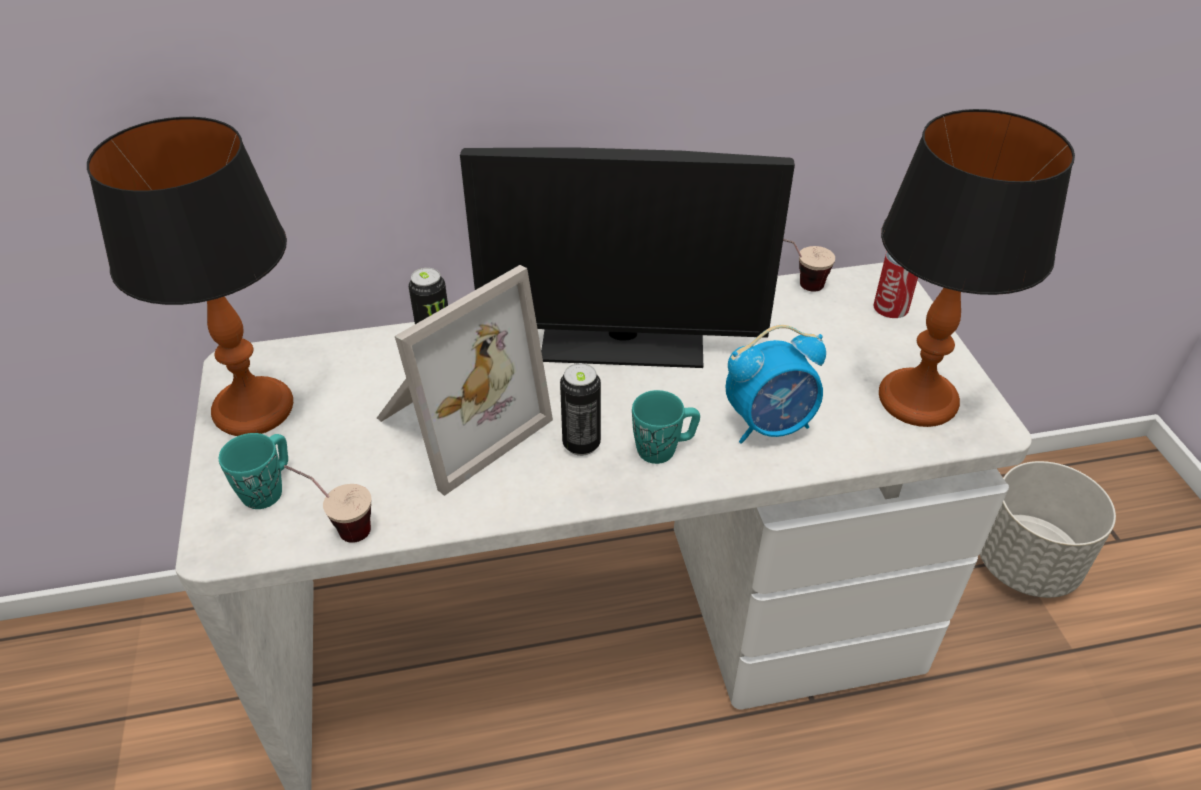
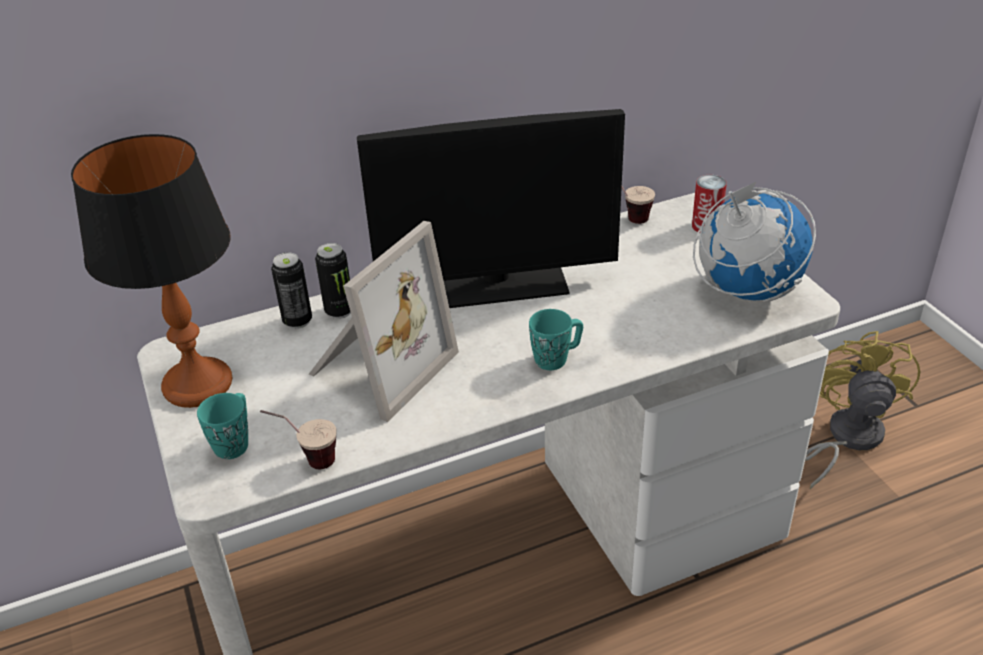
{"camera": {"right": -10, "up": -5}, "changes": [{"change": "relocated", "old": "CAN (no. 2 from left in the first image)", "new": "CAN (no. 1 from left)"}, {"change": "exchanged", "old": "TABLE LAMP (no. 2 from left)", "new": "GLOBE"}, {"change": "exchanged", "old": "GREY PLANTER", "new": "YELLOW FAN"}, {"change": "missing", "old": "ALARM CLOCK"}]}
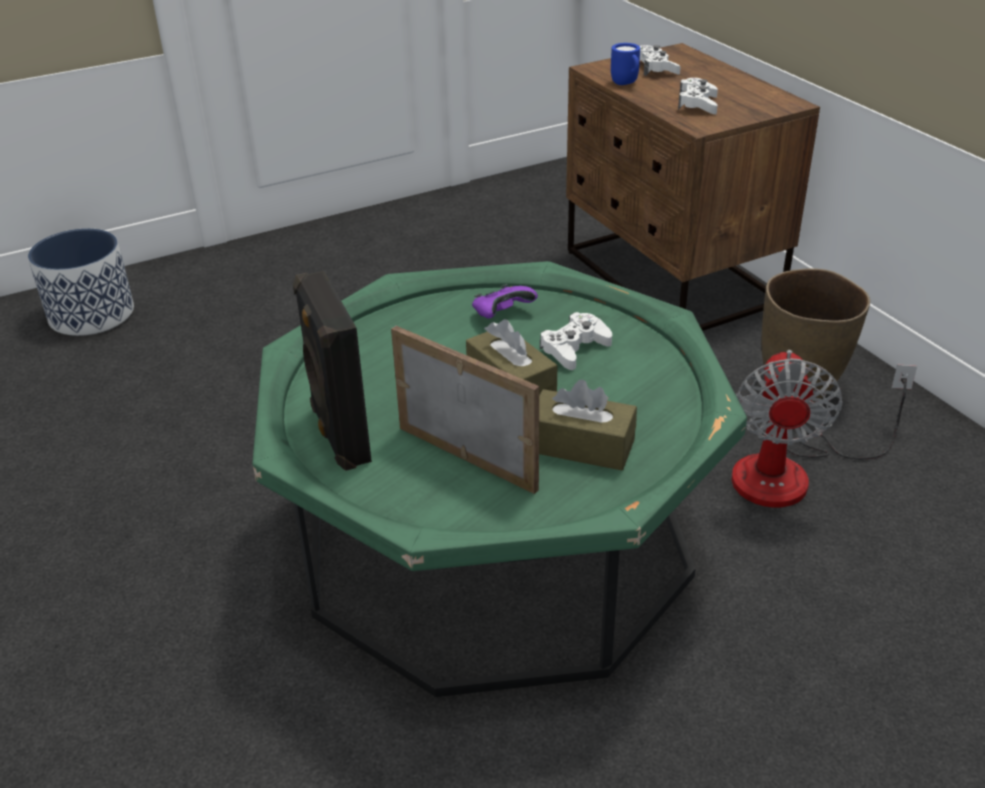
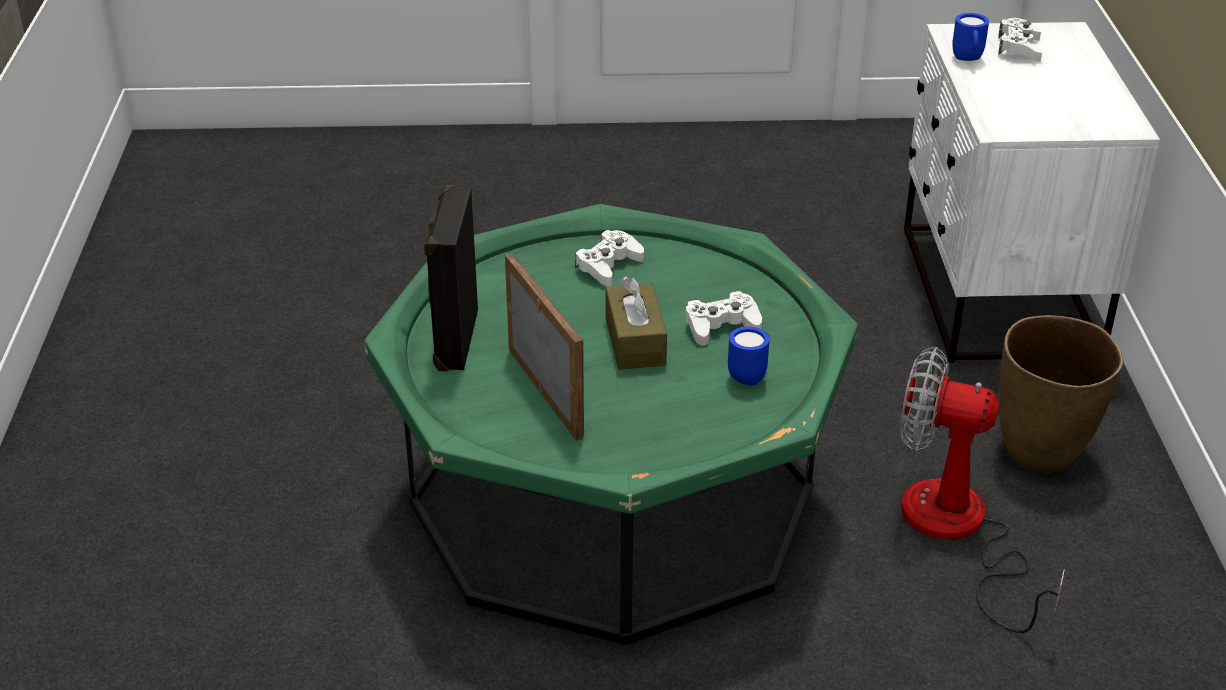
{"camera": {"right": 25, "up": 0}, "changes": [{"change": "relocated", "old": "WHITE GAME CONTROLLER (no. 3 from left in the first image)", "new": "WHITE GAME CONTROLLER (no. 1 from left)"}, {"change": "appeared", "new": "BLUE MUG (no. 1 from left)"}, {"change": "spun", "old": "FAN", "degrees": 75}, {"change": "colour", "old": "BROWN NIGHTSTAND", "new": "WHITE NIGHTSTAND"}, {"change": "missing", "old": "PLANTER"}, {"change": "missing", "old": "PURPLE GAME CONTROLLER"}, {"change": "missing", "old": "BROWN TISSUE BOX (no. 2 from left)"}]}
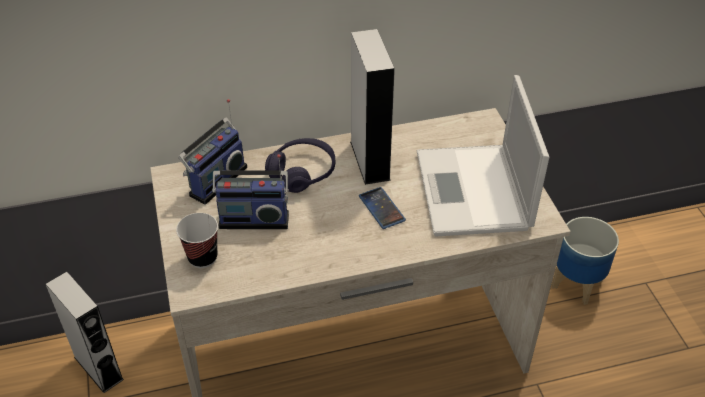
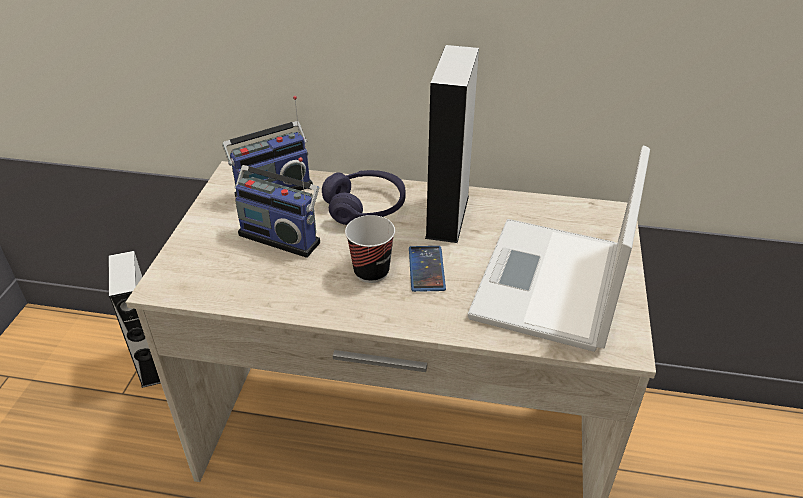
{"camera": {"right": 25, "up": -5}, "changes": [{"change": "relocated", "old": "CUP"}, {"change": "missing", "old": "PLANTER"}]}
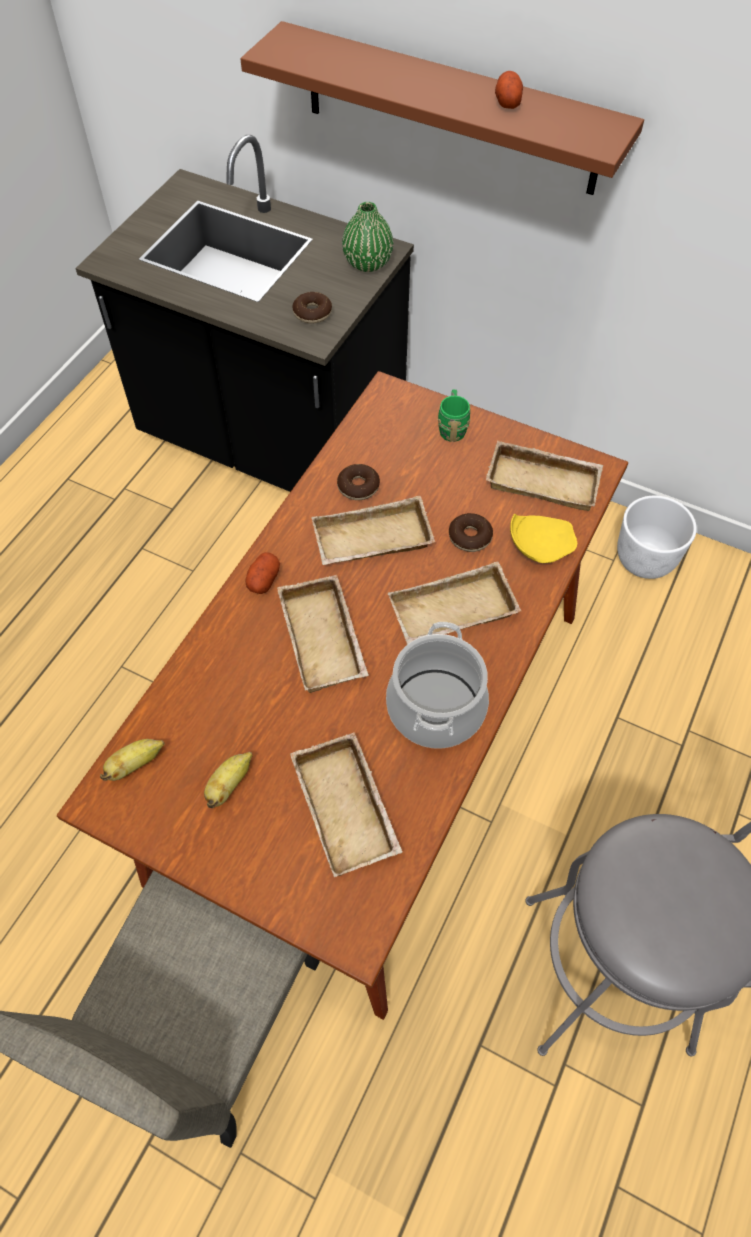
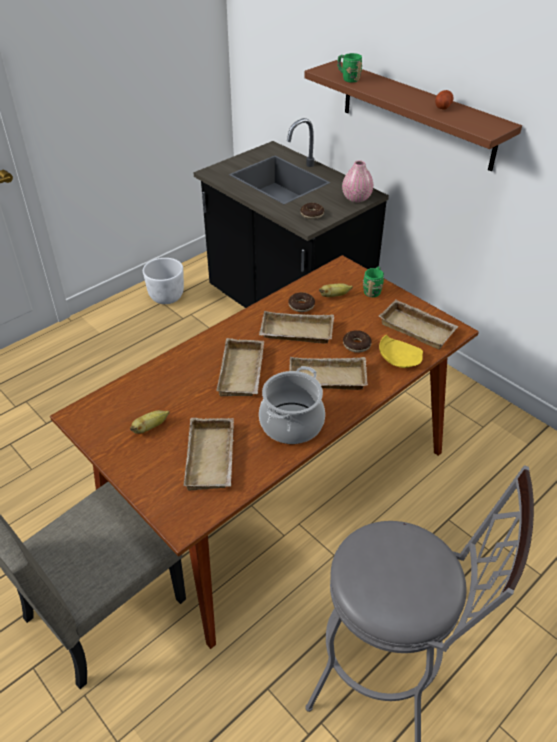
{"camera": {"right": 20, "up": -15}, "changes": [{"change": "relocated", "old": "WHITE PLANTER"}, {"change": "relocated", "old": "BANANA (no. 1 from left in the first image)", "new": "BANANA (no. 2 from left)"}, {"change": "appeared", "new": "GREEN MUG (no. 1 from left)"}, {"change": "colour", "old": "GREEN VASE", "new": "PINK VASE"}, {"change": "missing", "old": "POTATO (no. 1 from left)"}]}
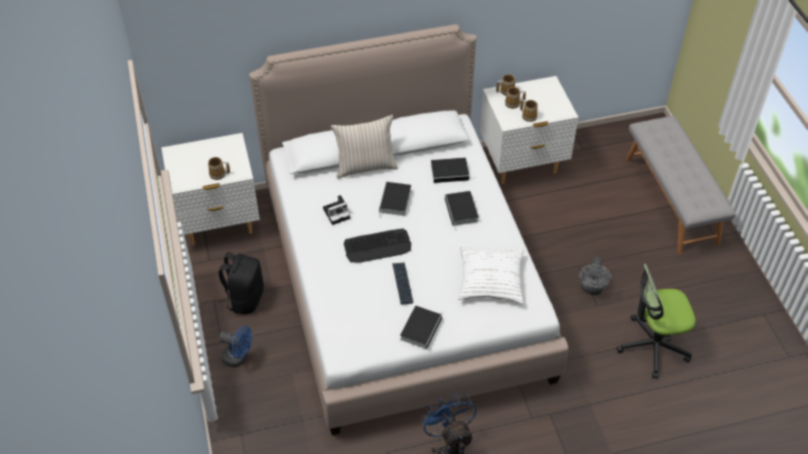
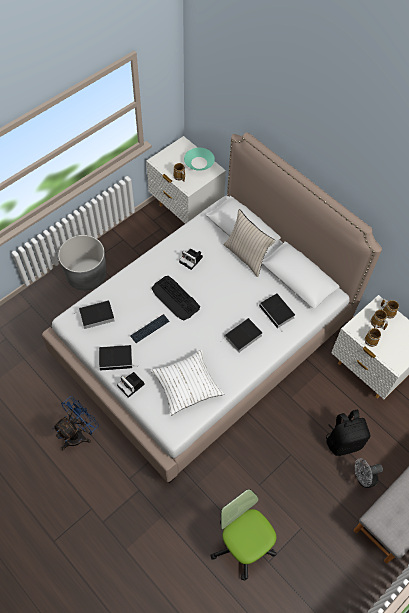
{"camera": {"right": 60, "up": 10}, "changes": [{"change": "exchanged", "old": "BLUE FAN (no. 1 from left)", "new": "GREY PLANTER"}, {"change": "relocated", "old": "BOOK (no. 1 from left)"}, {"change": "appeared", "new": "PHOTO CAMERA (no. 1 from left)"}, {"change": "appeared", "new": "TURQUOISE BOWL"}, {"change": "relocated", "old": "BLACK BACKPACK"}, {"change": "relocated", "old": "GREY FAN"}]}
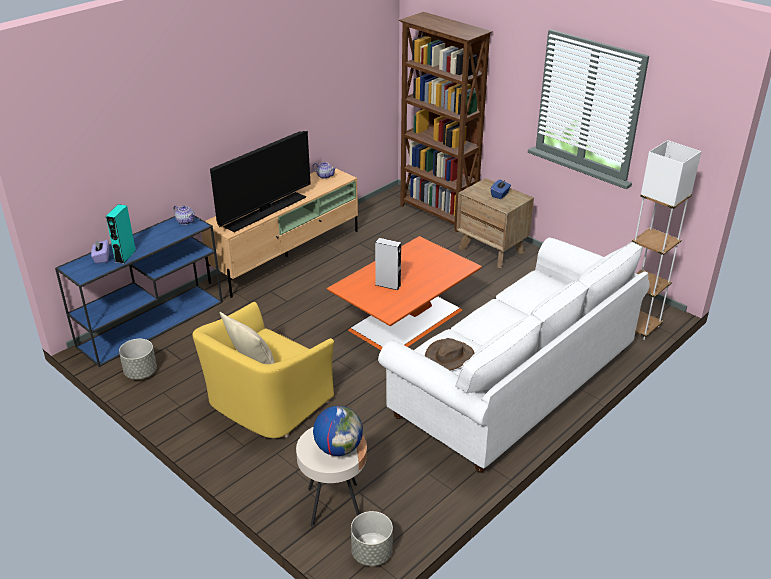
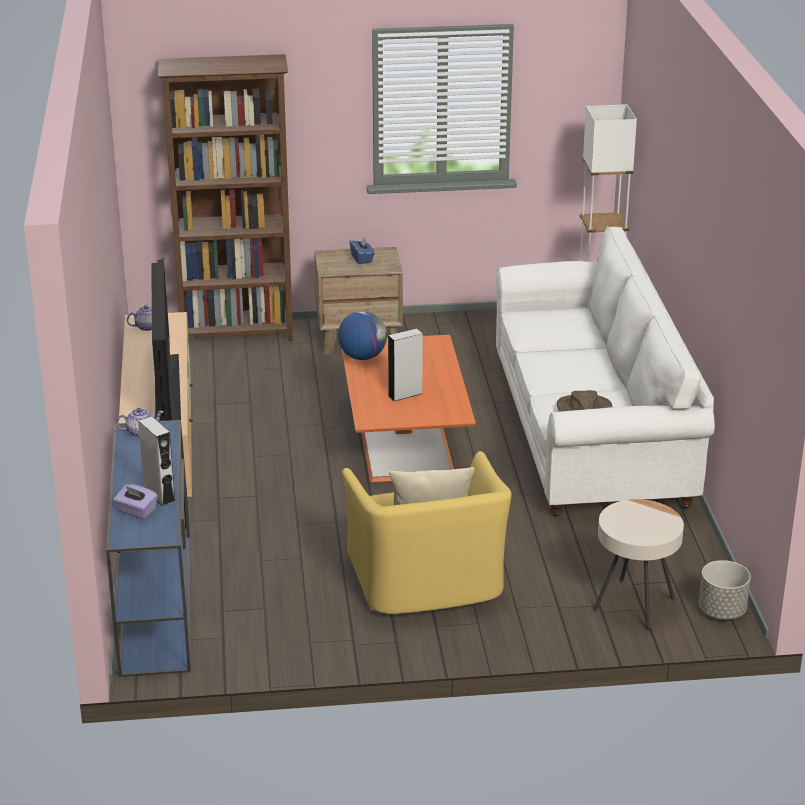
{"camera": {"right": -50, "up": -5}, "changes": [{"change": "colour", "old": "TURQUOISE SPEAKER", "new": "GREY SPEAKER (no. 1 from left)"}, {"change": "relocated", "old": "GLOBE"}, {"change": "missing", "old": "GREY PLANTER (no. 1 from left)"}]}
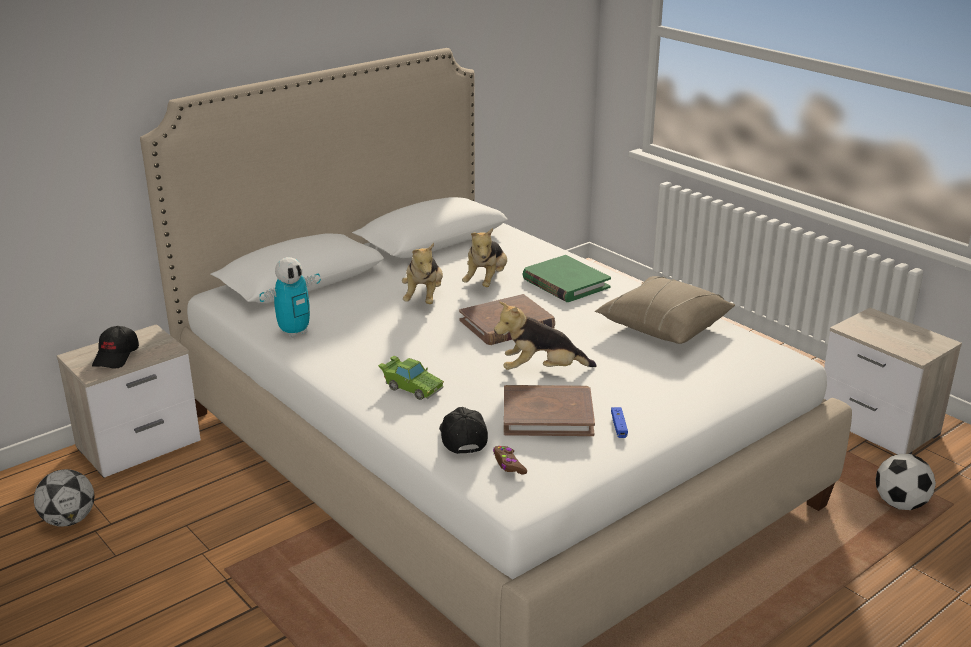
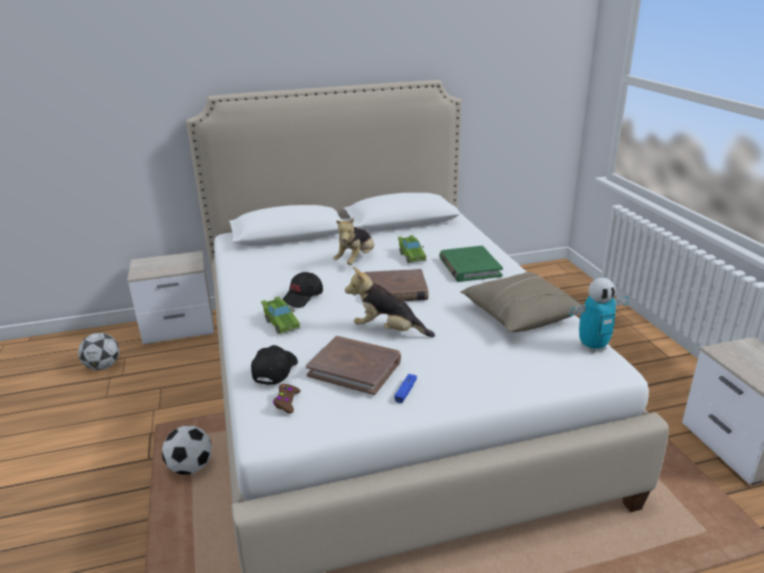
{"camera": {"right": 25, "up": 0}, "changes": [{"change": "relocated", "old": "FOOTBALL (no. 2 from left)"}, {"change": "relocated", "old": "BLACK CAP (no. 1 from left in the first image)", "new": "BLACK CAP (no. 2 from left)"}, {"change": "exchanged", "old": "PLUSH TOY (no. 2 from left)", "new": "GREEN TOY CAR (no. 2 from left)"}, {"change": "relocated", "old": "TOY ROBOT"}]}
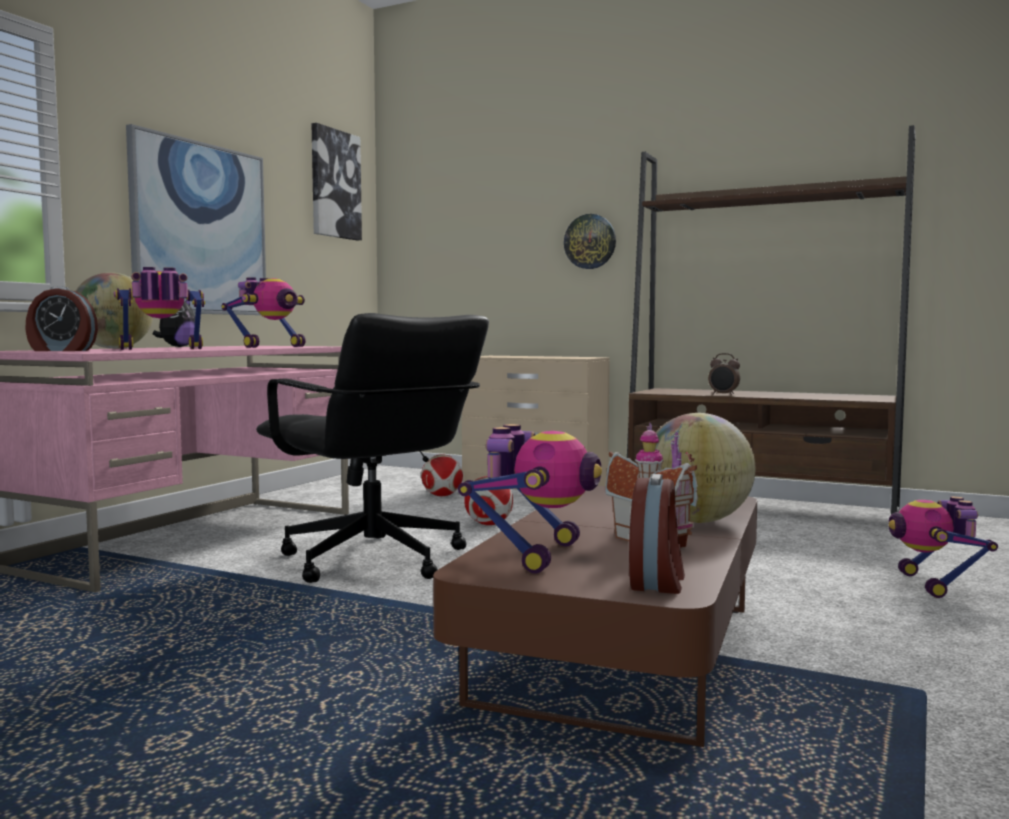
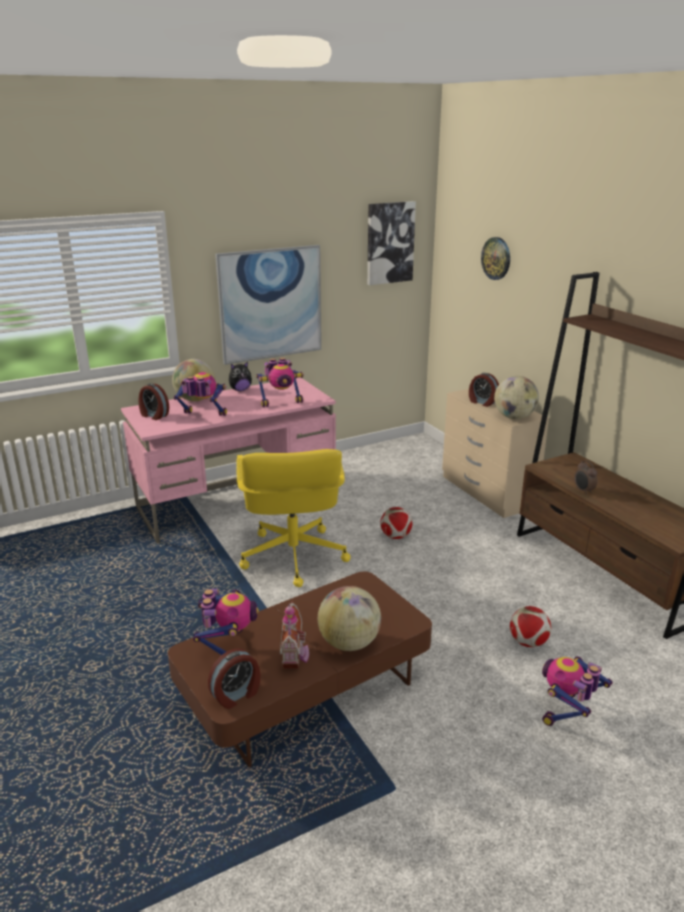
{"camera": {"right": 35, "up": 20}, "changes": [{"change": "spun", "old": "TOY ROBOT (no. 3 from left in the first image)", "degrees": -60}, {"change": "colour", "old": "BLACK OFFICE CHAIR", "new": "YELLOW OFFICE CHAIR"}, {"change": "appeared", "new": "ALARM CLOCK (no. 3 from left)"}, {"change": "relocated", "old": "WALL CLOCK"}, {"change": "appeared", "new": "GLOBE (no. 3 from left)"}, {"change": "relocated", "old": "FOOTBALL (no. 1 from left in the first image)", "new": "FOOTBALL (no. 2 from left)"}]}
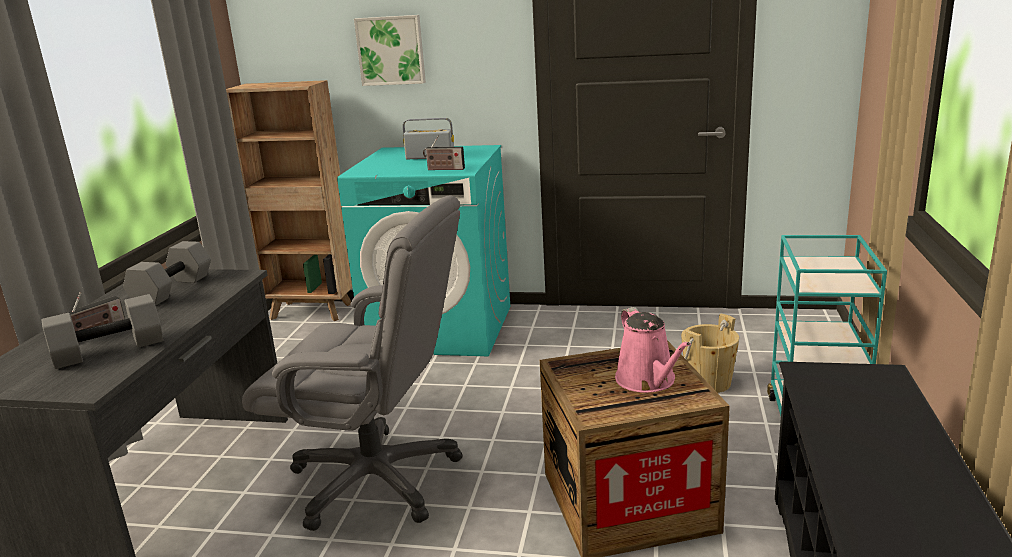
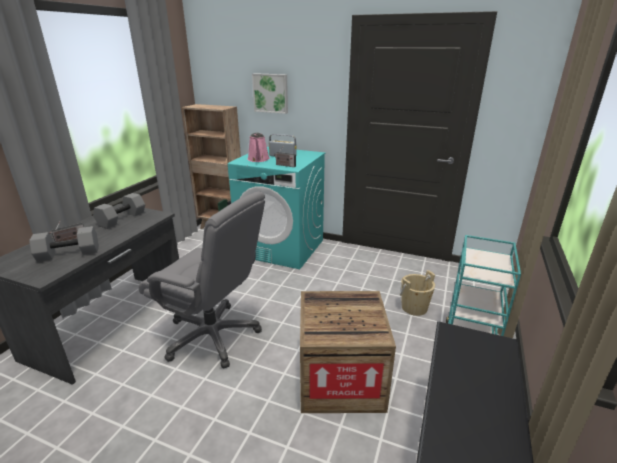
{"camera": {"right": 10, "up": 5}, "changes": [{"change": "relocated", "old": "PINK WATERING CAN"}]}
